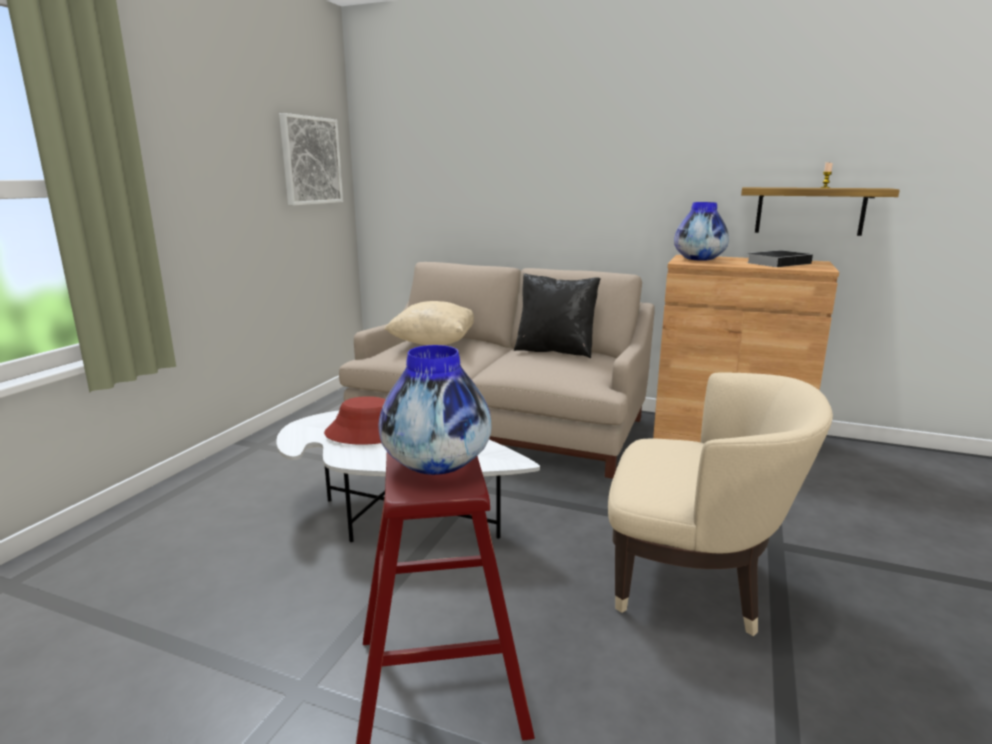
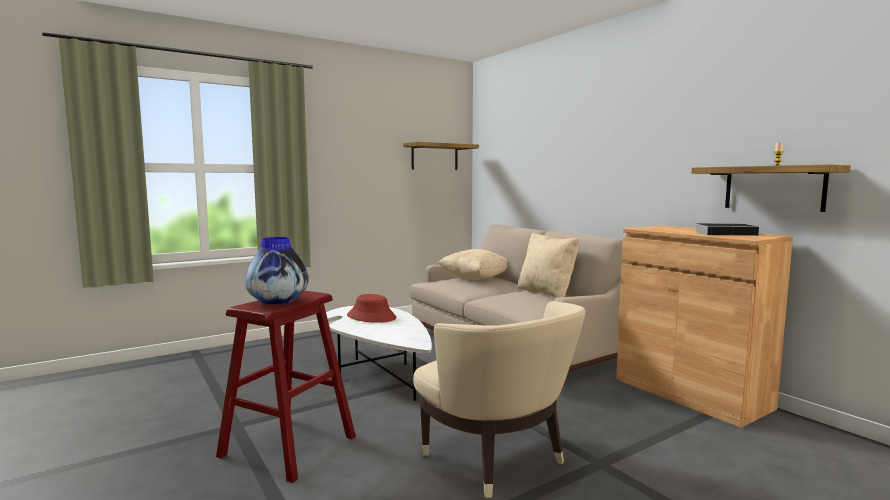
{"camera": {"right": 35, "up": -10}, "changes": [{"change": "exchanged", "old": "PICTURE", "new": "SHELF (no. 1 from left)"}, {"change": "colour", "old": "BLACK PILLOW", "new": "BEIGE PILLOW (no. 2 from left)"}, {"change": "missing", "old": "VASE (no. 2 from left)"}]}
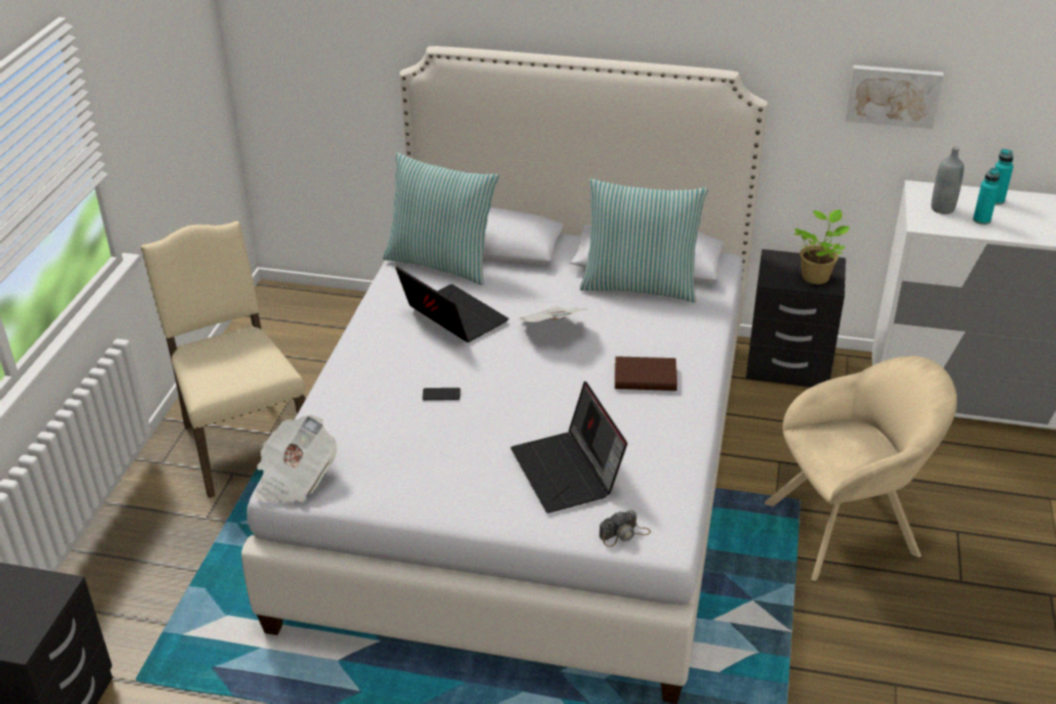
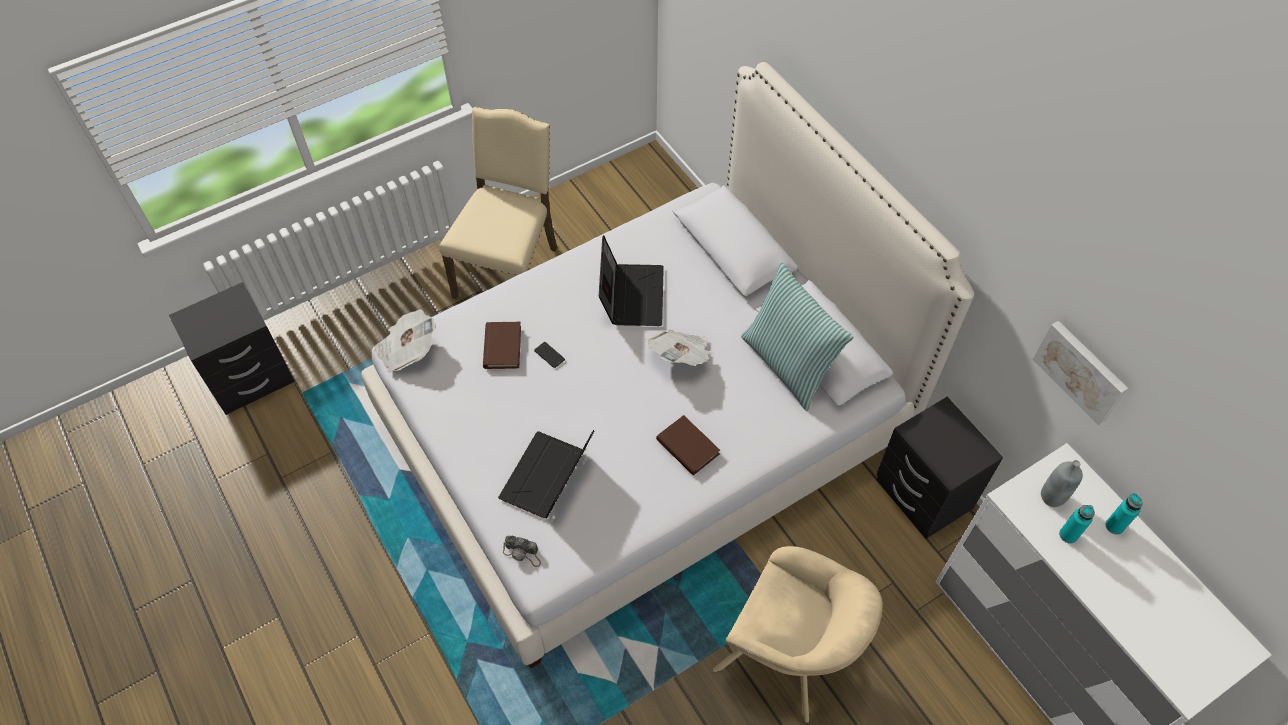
{"camera": {"right": 45, "up": 20}, "changes": [{"change": "appeared", "new": "BROWN BOOK (no. 1 from left)"}, {"change": "missing", "old": "PILLOW (no. 1 from left)"}, {"change": "missing", "old": "POTTED PLANT"}]}
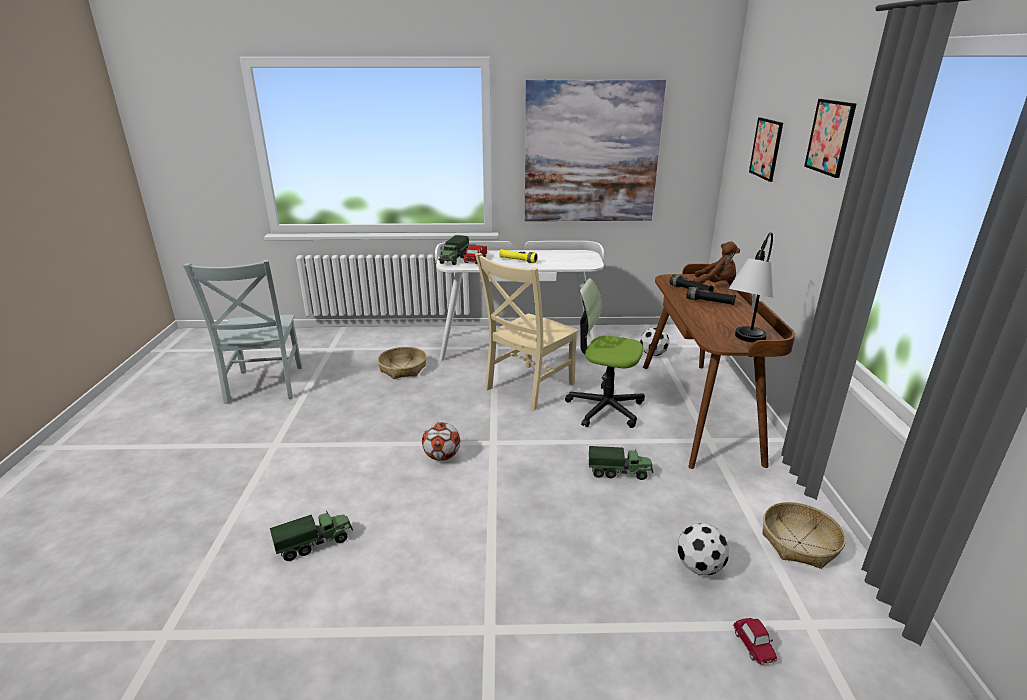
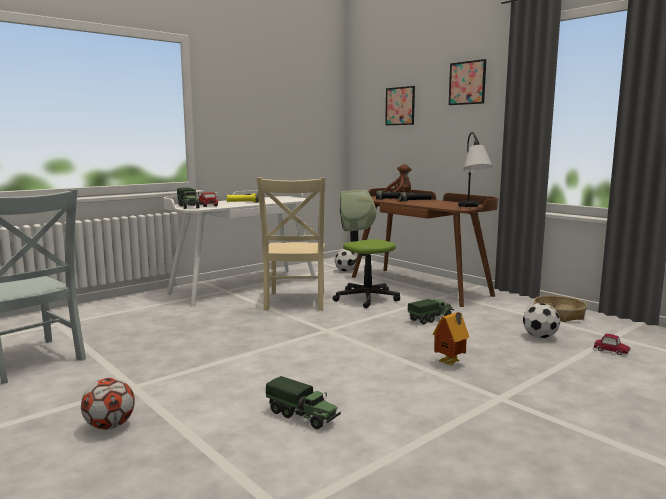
{"camera": {"right": -40, "up": -15}, "changes": [{"change": "relocated", "old": "FOOTBALL (no. 1 from left)"}, {"change": "spun", "old": "TOY TRUCK (no. 1 from left in the first image)", "degrees": 105}, {"change": "spun", "old": "OFFICE CHAIR", "degrees": 75}, {"change": "appeared", "new": "TOY HOUSE"}, {"change": "missing", "old": "BASKET (no. 1 from left)"}, {"change": "missing", "old": "PICTURE (no. 1 from left)"}]}
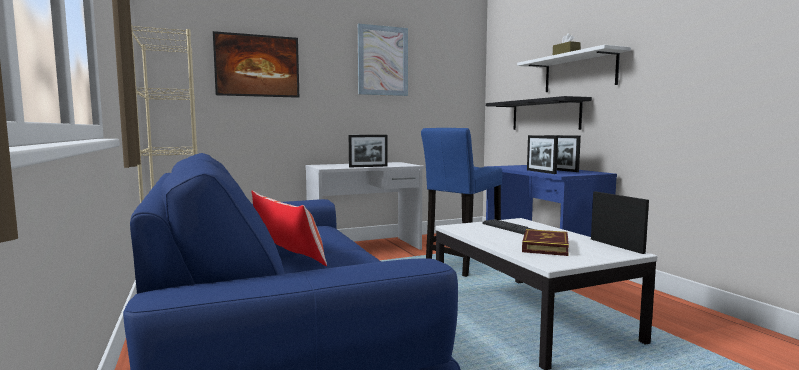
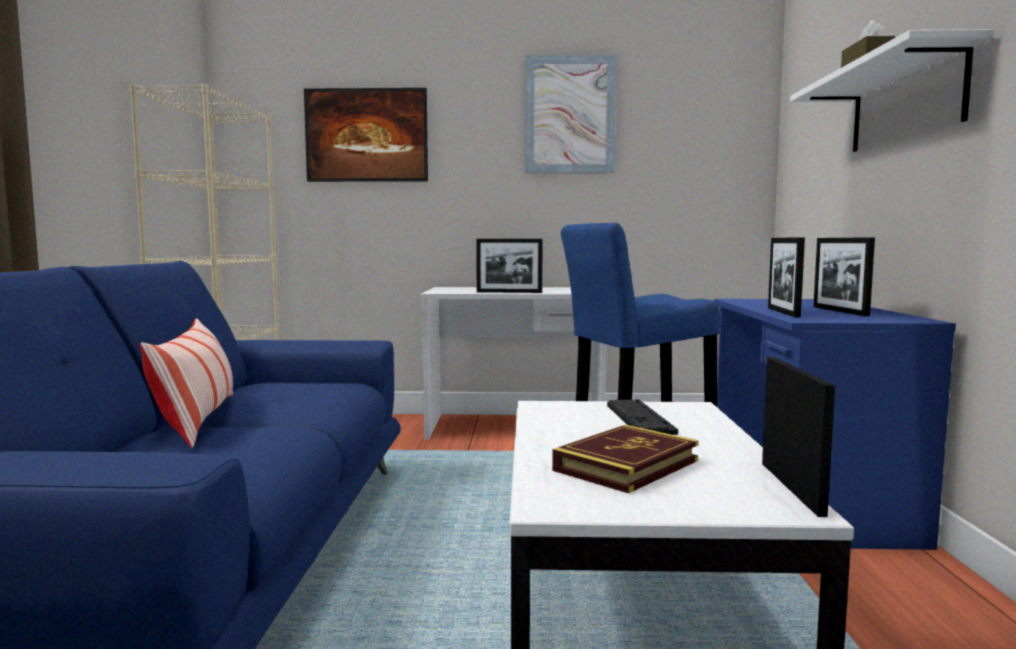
{"camera": {"right": 25, "up": 0}, "changes": [{"change": "missing", "old": "BLACK SHELF"}]}
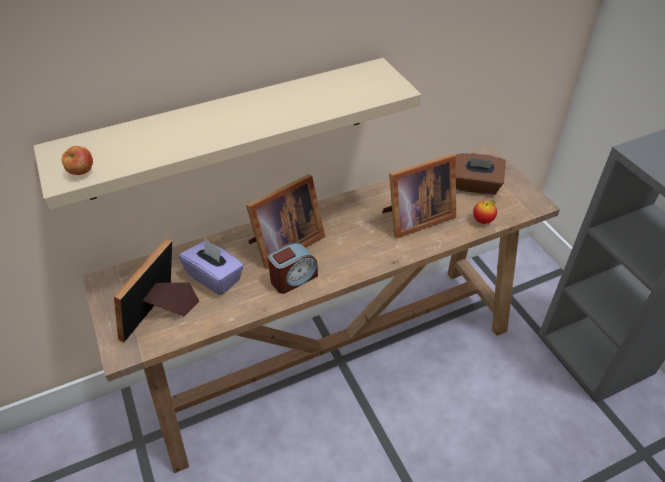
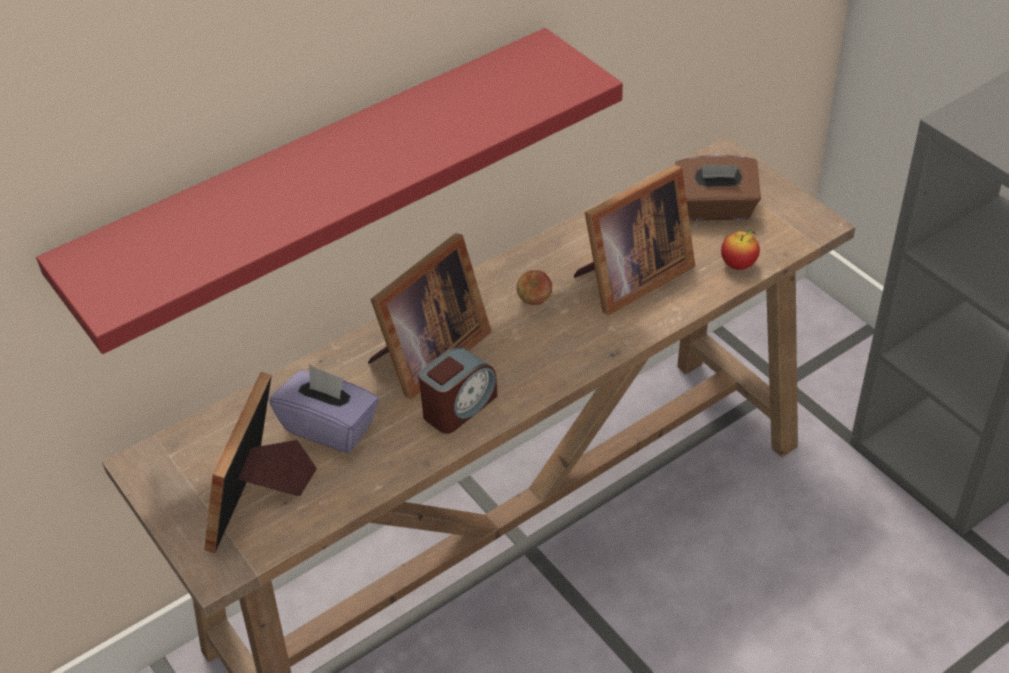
{"camera": {"right": -10, "up": 0}, "changes": [{"change": "colour", "old": "BEIGE SHELF", "new": "RED SHELF"}, {"change": "relocated", "old": "APPLE (no. 1 from left)"}]}
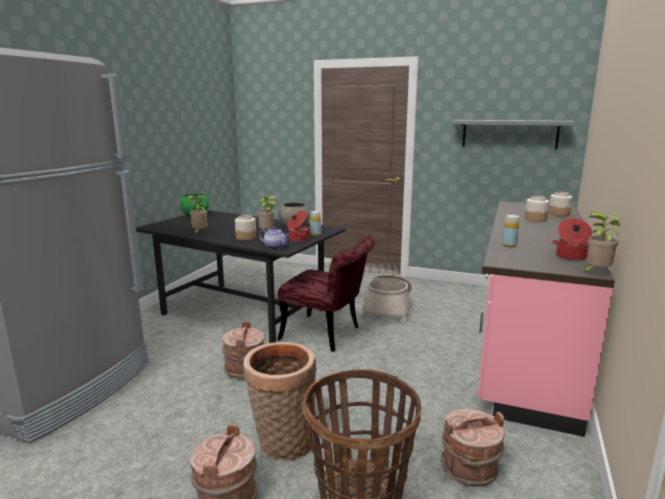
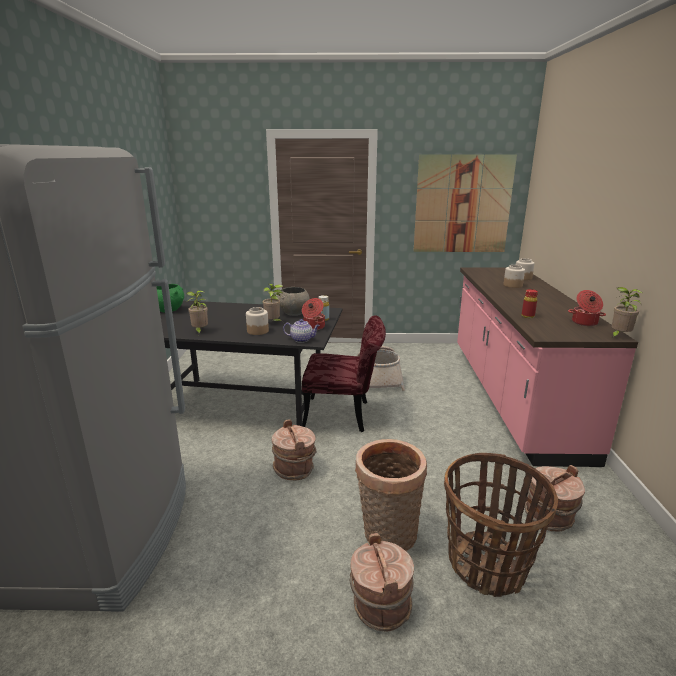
{"camera": {"right": -20, "up": 5}, "changes": [{"change": "exchanged", "old": "GREY SHELF", "new": "PICTURE"}, {"change": "colour", "old": "YELLOW BOTTLE (no. 2 from left)", "new": "RED BOTTLE"}]}
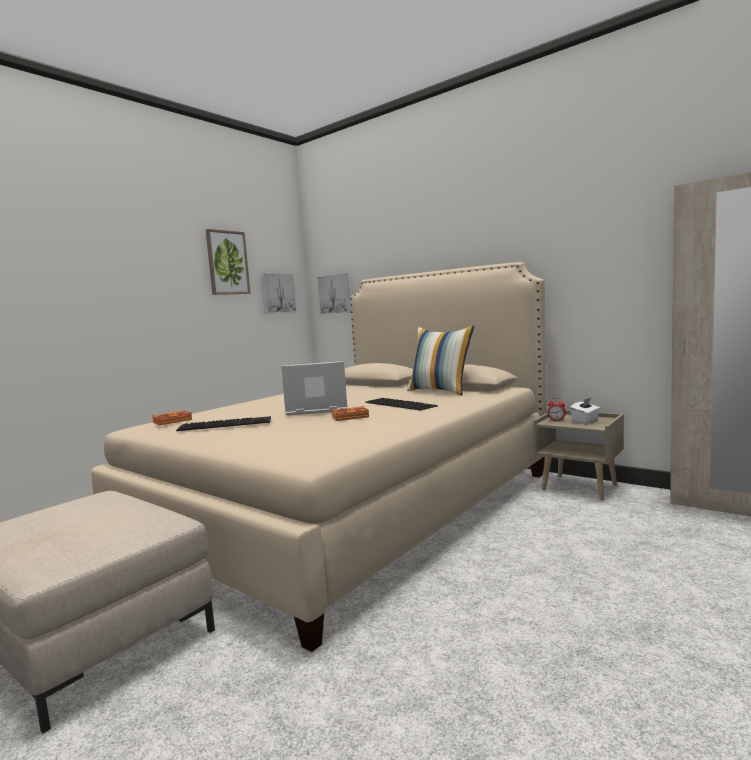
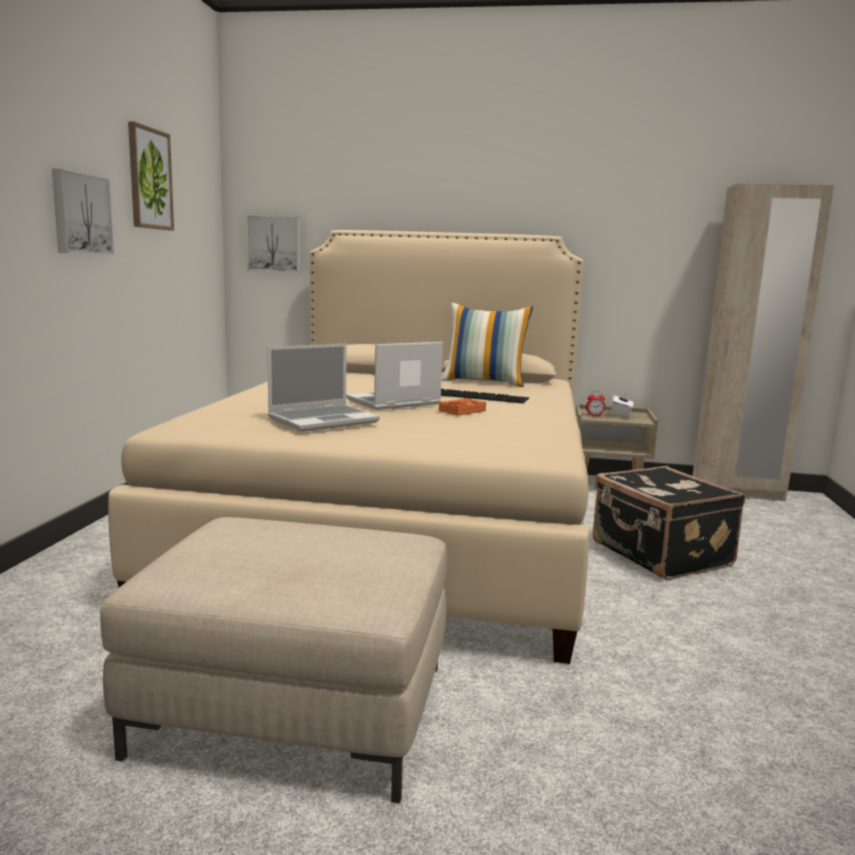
{"camera": {"right": -30, "up": 5}, "changes": [{"change": "relocated", "old": "PICTURE (no. 2 from left in the first image)", "new": "PICTURE (no. 1 from left)"}, {"change": "exchanged", "old": "KEYBOARD (no. 1 from left)", "new": "LAPTOP (no. 1 from left)"}, {"change": "appeared", "new": "BLACK SUITCASE"}, {"change": "missing", "old": "ORANGE BOOK (no. 1 from left)"}]}
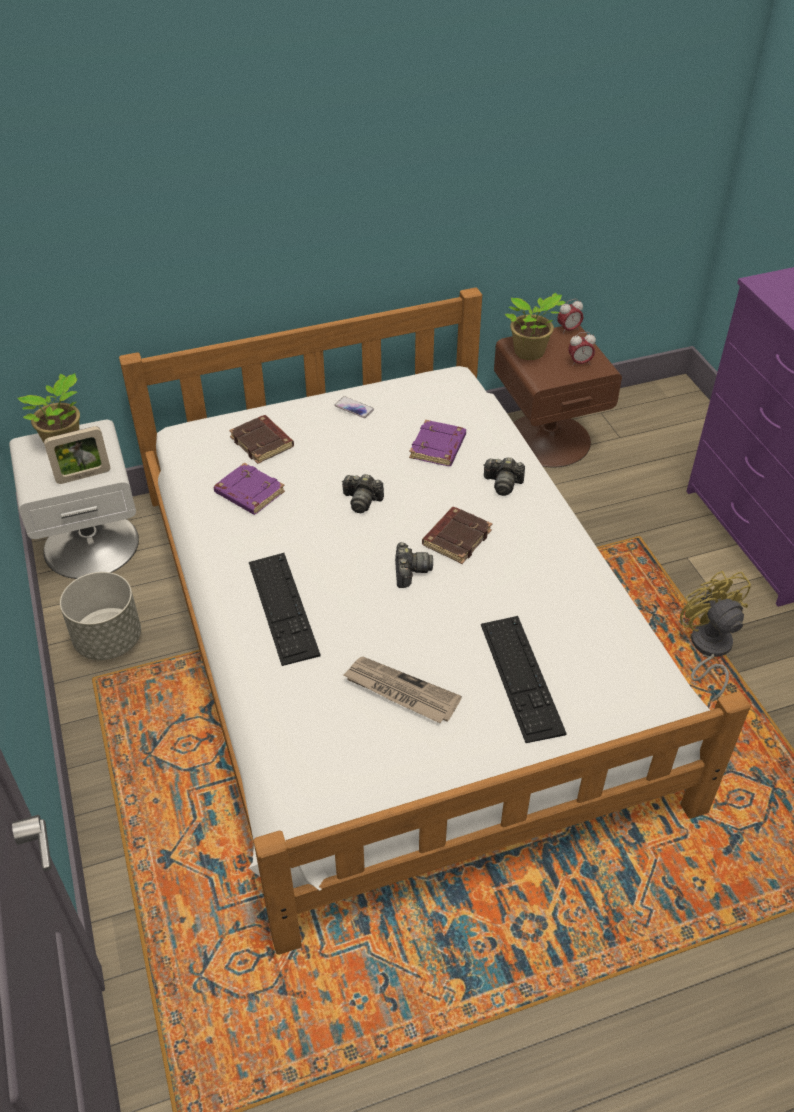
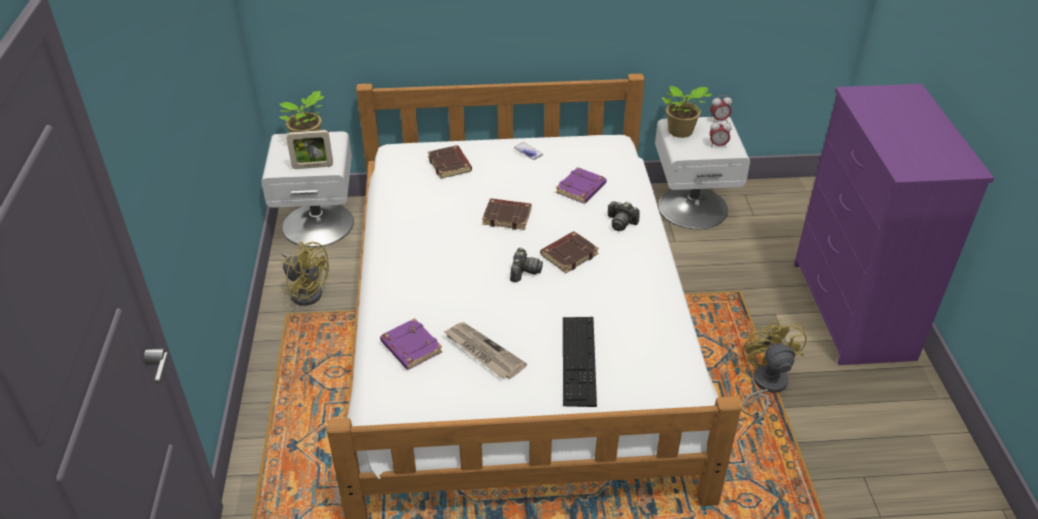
{"camera": {"right": 15, "up": -5}, "changes": [{"change": "exchanged", "old": "GREY PLANTER", "new": "YELLOW FAN (no. 1 from left)"}, {"change": "relocated", "old": "PURPLE BOOK (no. 1 from left)"}, {"change": "exchanged", "old": "PHOTO CAMERA (no. 1 from left)", "new": "BROWN BOOK (no. 2 from left)"}, {"change": "colour", "old": "BROWN NIGHTSTAND", "new": "WHITE NIGHTSTAND (no. 2 from left)"}, {"change": "missing", "old": "KEYBOARD (no. 1 from left)"}]}
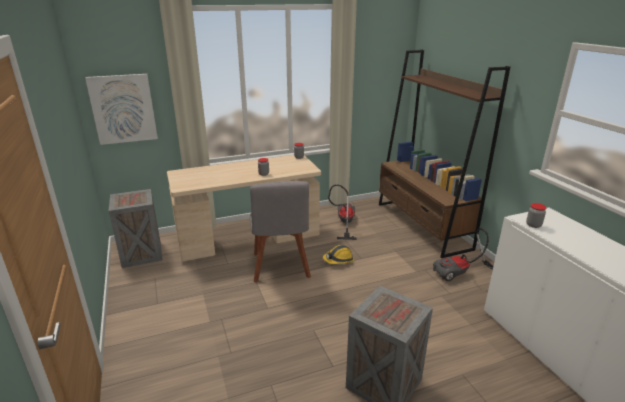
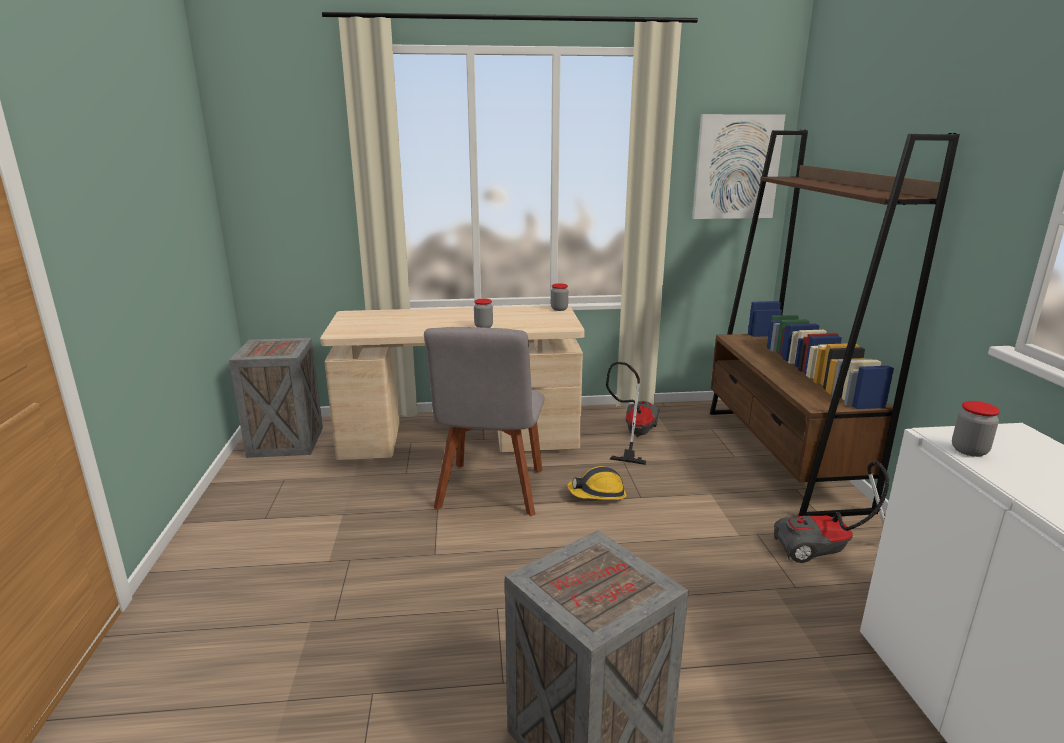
{"camera": {"right": 15, "up": -5}, "changes": [{"change": "relocated", "old": "PICTURE"}]}
